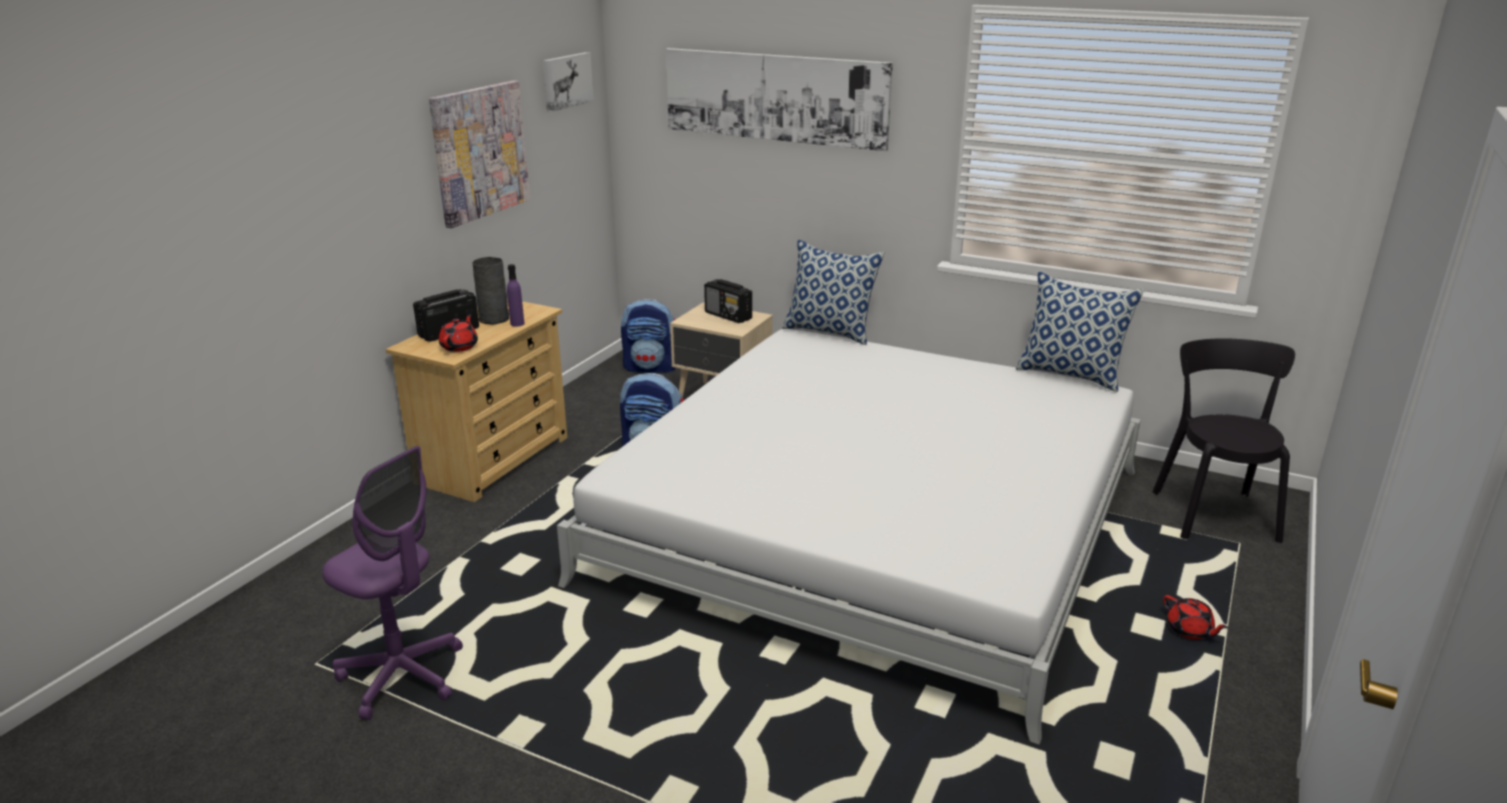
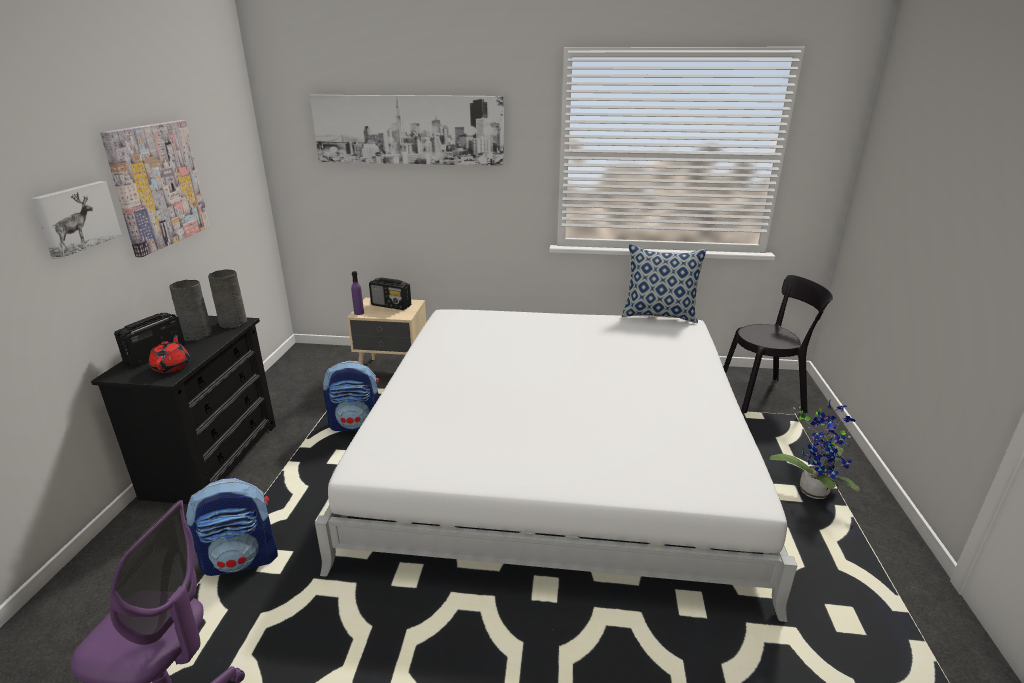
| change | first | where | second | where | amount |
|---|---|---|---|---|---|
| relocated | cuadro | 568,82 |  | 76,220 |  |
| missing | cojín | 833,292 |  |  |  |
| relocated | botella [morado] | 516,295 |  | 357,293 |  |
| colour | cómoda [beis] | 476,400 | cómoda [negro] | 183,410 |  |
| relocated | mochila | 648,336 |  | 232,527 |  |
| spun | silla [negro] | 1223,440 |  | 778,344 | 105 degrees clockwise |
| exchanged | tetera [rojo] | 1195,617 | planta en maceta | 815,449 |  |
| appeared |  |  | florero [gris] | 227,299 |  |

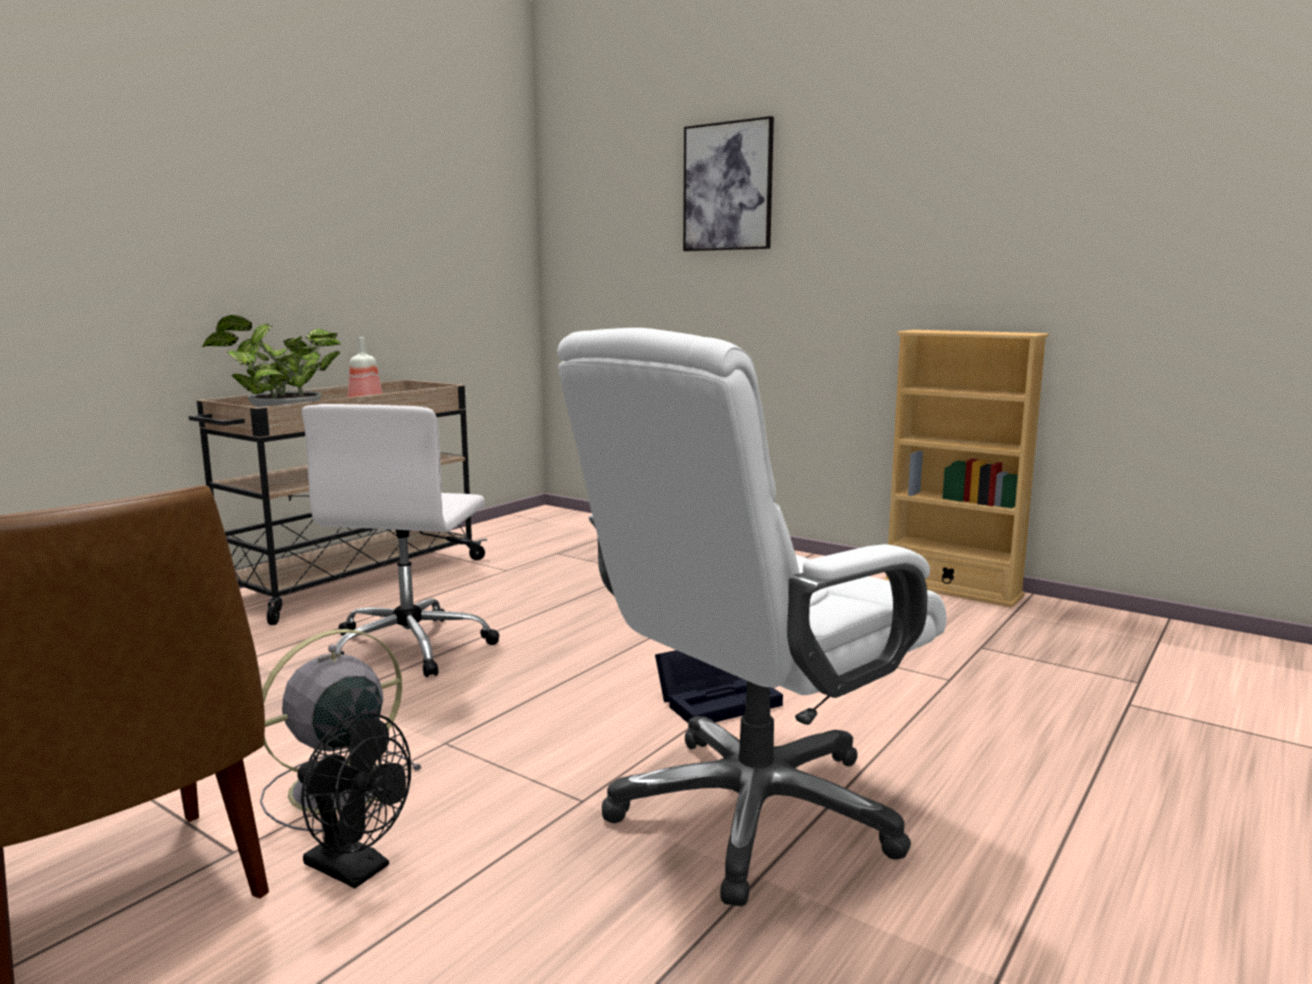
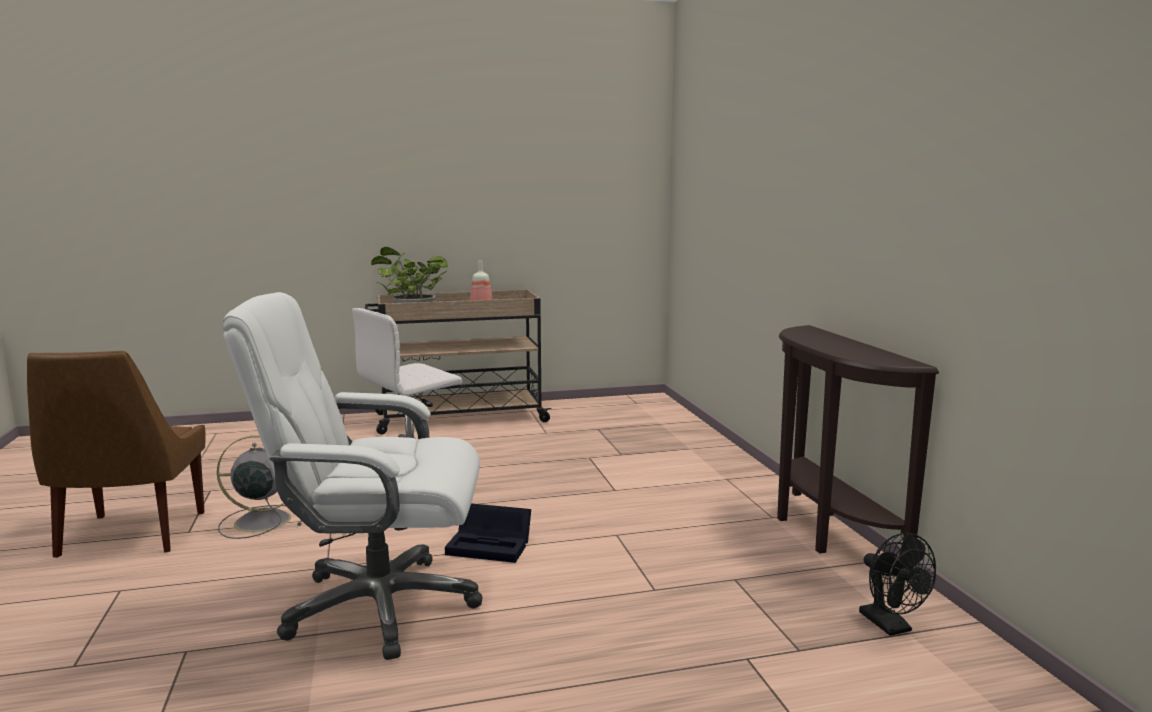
| change | first | where | second | where | amount |
|---|---|---|---|---|---|
| missing | cuadro | 728,183 |  |  |  |
| exchanged | estantería [beis] | 966,469 | mesa consola [marrón] | 858,446 |  |
| relocated | ventilador [negro] | 354,800 |  | 897,584 |  |

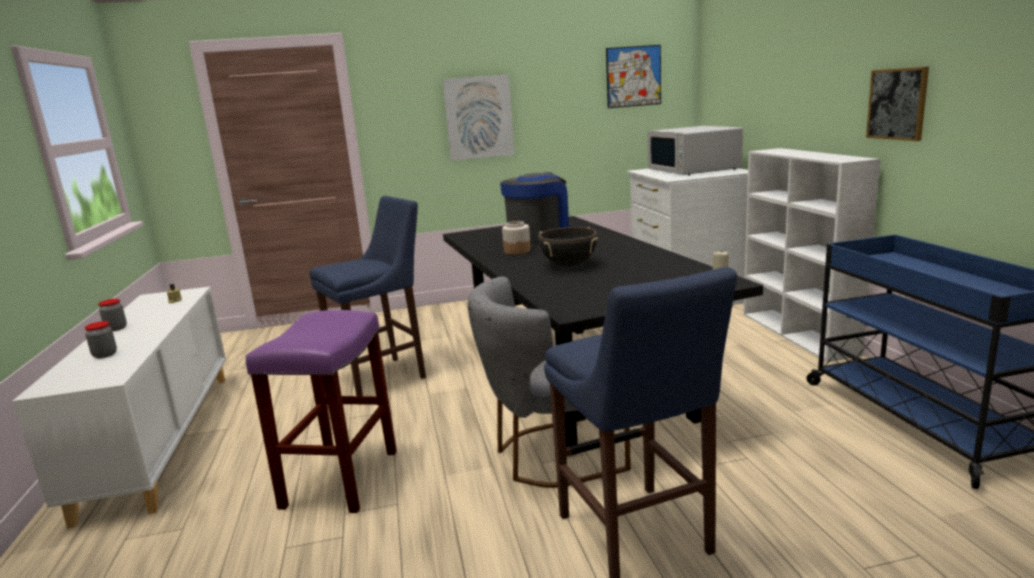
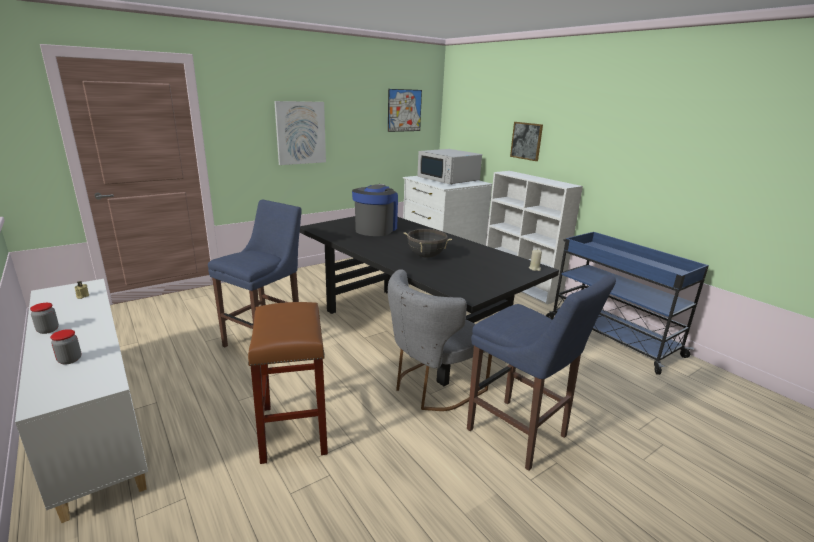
| change | first | where | second | where | amount |
|---|---|---|---|---|---|
| relocated | cuadro | 897,104 |  | 526,141 |  |
| missing | tarro | 516,238 |  |  |  |
| colour | taburete [morado] | 321,411 | taburete [marrón] | 288,383 |  |

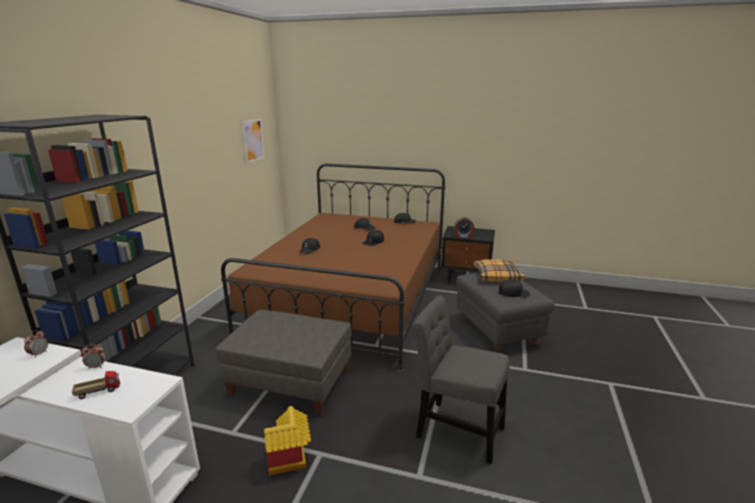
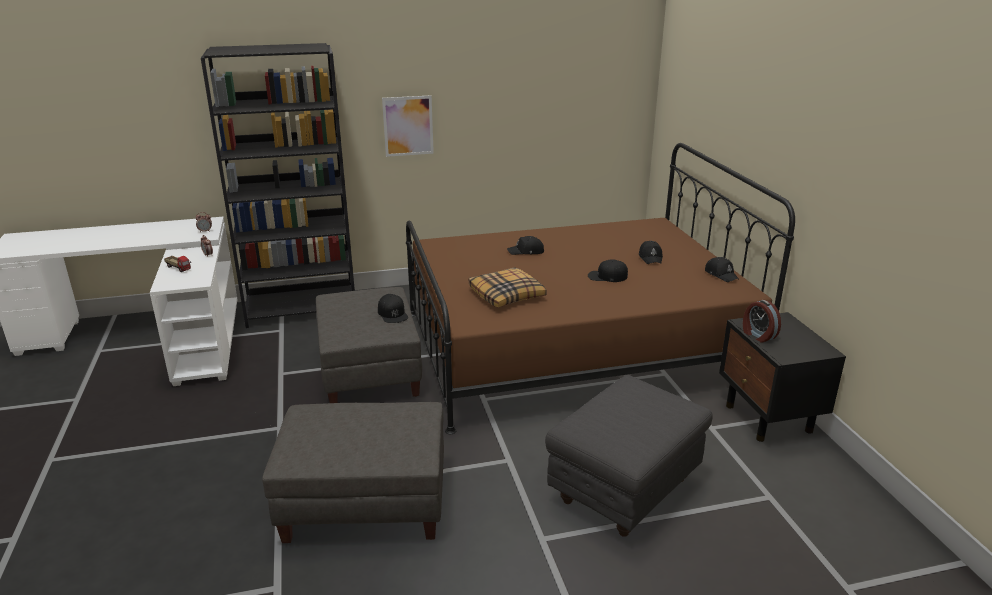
| change | first | where | second | where | amount |
|---|---|---|---|---|---|
| relocated | cuadro | 253,141 |  | 408,126 |  |
| relocated | cojín | 499,270 |  | 508,287 |  |
| relocated | gorra [negro] | 514,288 |  | 393,308 |  |
| exchanged | silla [gris] | 461,379 | puf [gris] | 353,472 |  |
| missing | casita | 287,440 |  |  |  |

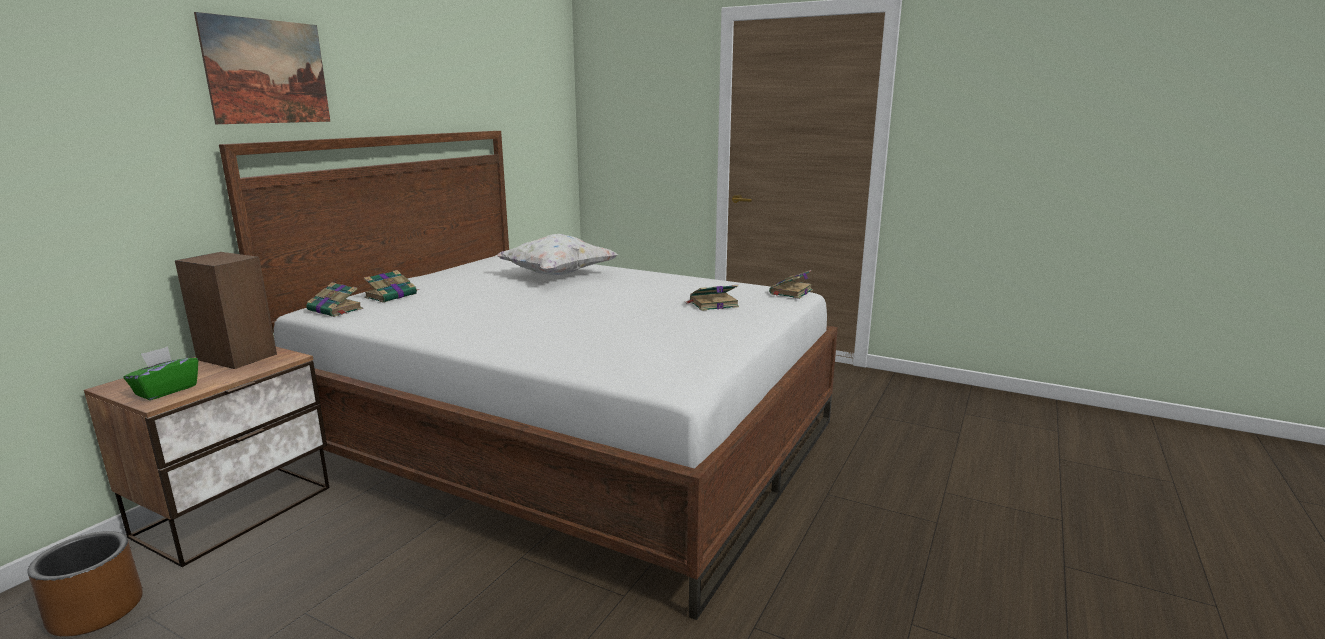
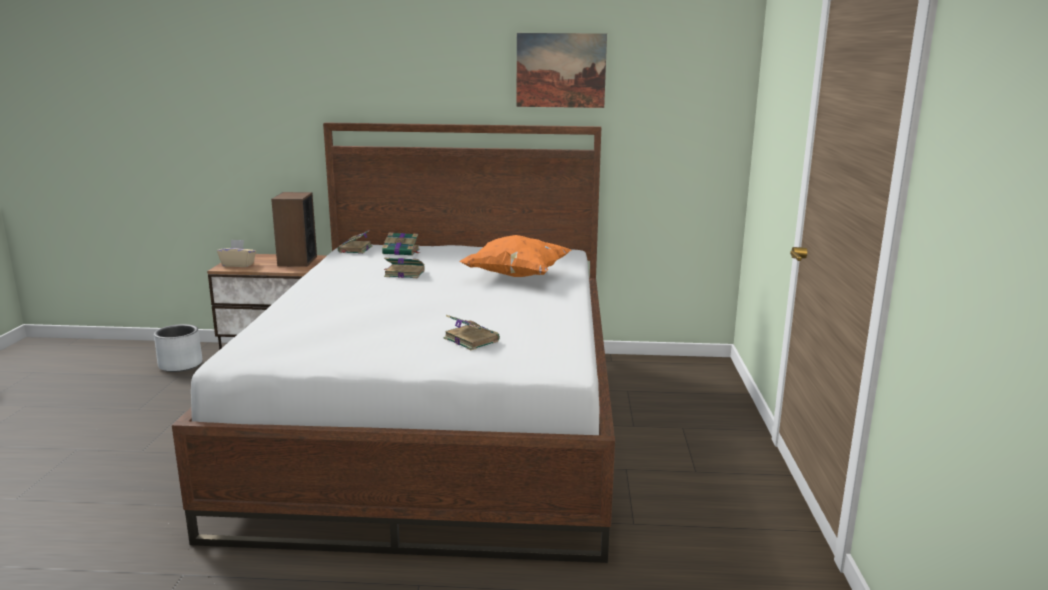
| change | first | where | second | where | amount |
|---|---|---|---|---|---|
| relocated | cuadro | 262,68 |  | 561,70 |  |
| colour | cojín [blanco] | 557,254 | cojín [naranja] | 515,256 |  |
| relocated | libro | 791,284 |  | 404,268 |  |
| colour | caja de pañuelos [verde] | 160,373 | caja de pañuelos [beis] | 236,253 |  |
| colour | maceta [marrón] | 85,583 | maceta [gris] | 178,348 |  |

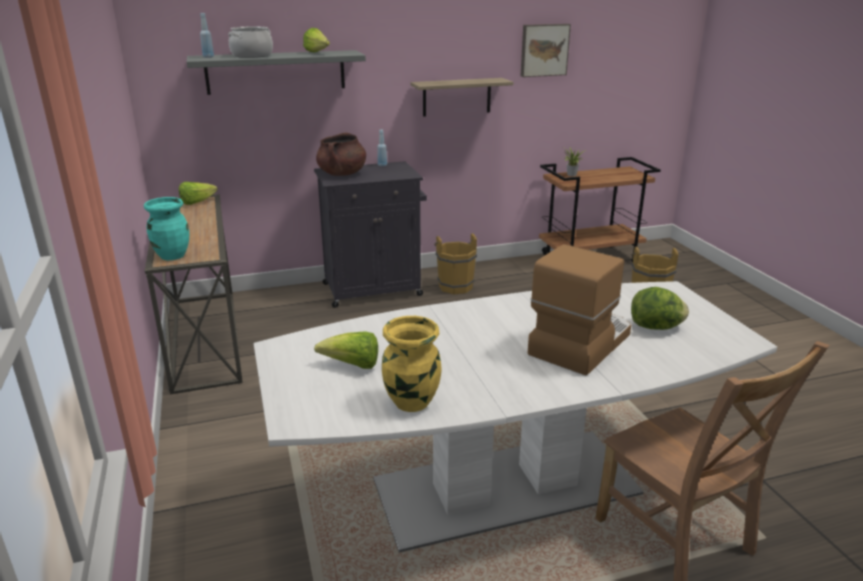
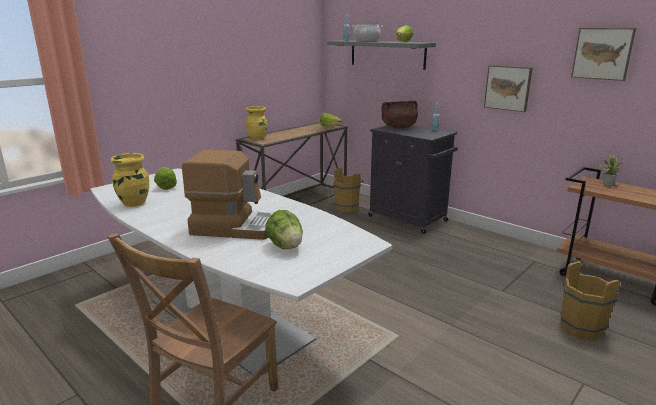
| change | first | where | second | where | amount |
|---|---|---|---|---|---|
| exchanged | estante | 462,97 | cuadro | 508,88 |  |
| colour | florero [turquesa] | 166,228 | florero [amarillo] | 256,123 |  |
| relocated | cubo [marrón] | 455,263 |  | 348,190 |  |

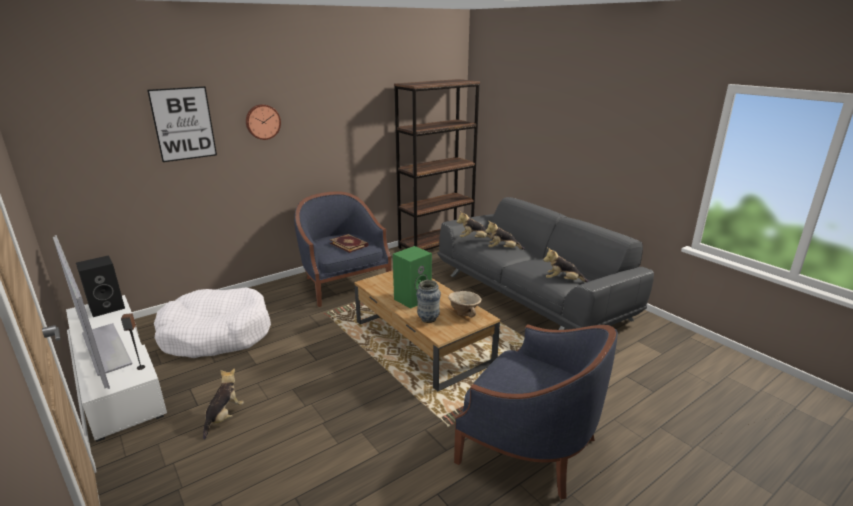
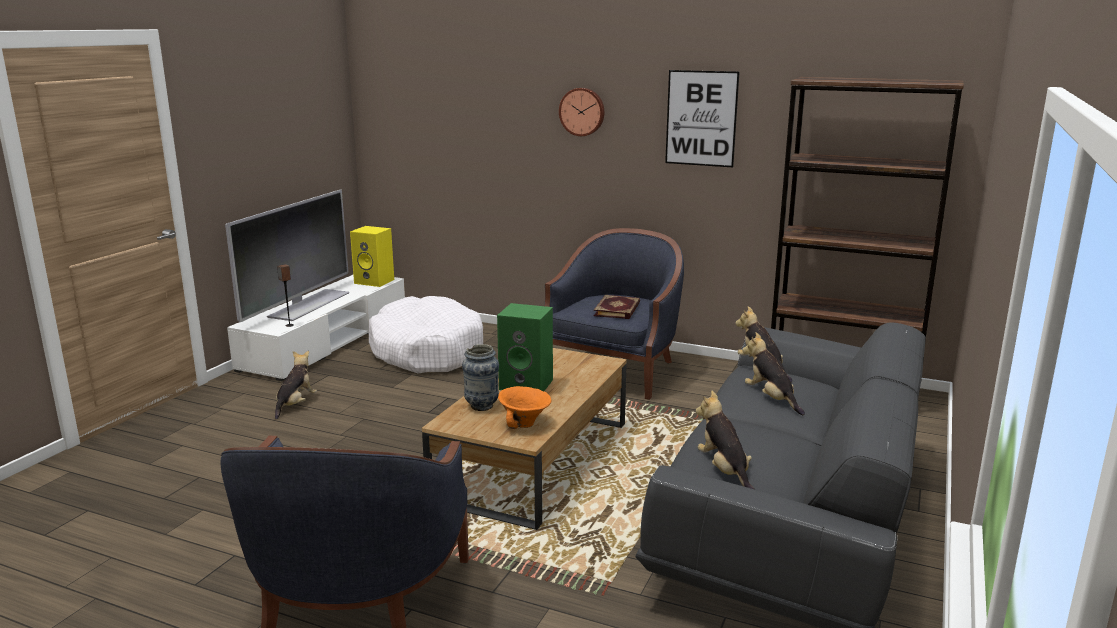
| change | first | where | second | where | amount |
|---|---|---|---|---|---|
| relocated | cuadro | 182,124 |  | 702,118 |  |
| colour | altavoz [negro] | 100,286 | altavoz [amarillo] | 372,256 |  |
| colour | cuenco [beis] | 465,304 | cuenco [naranja] | 525,407 |  |
| spun | peluche | 223,404 |  | 296,385 | 60 degrees counterclockwise |

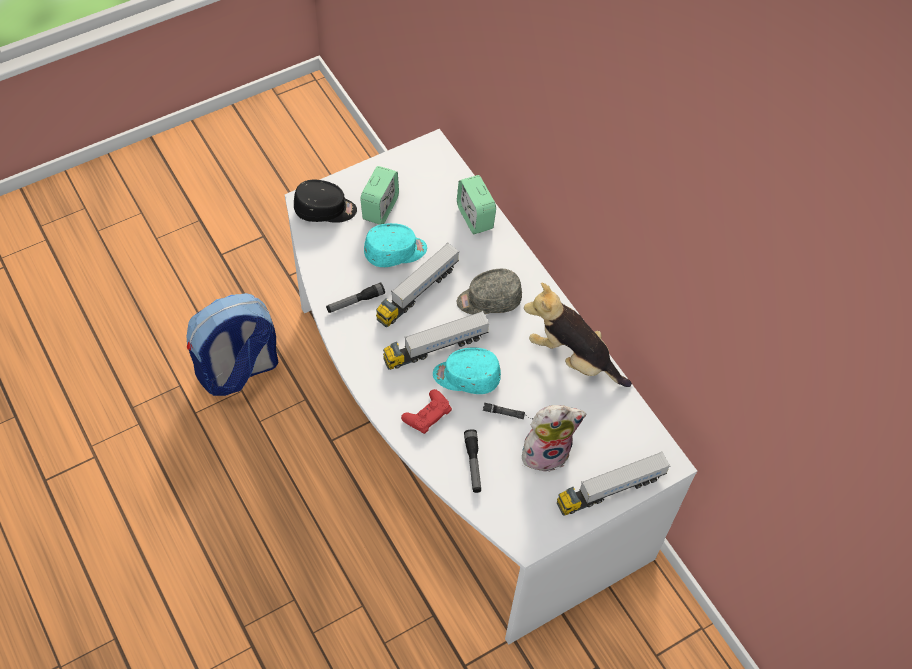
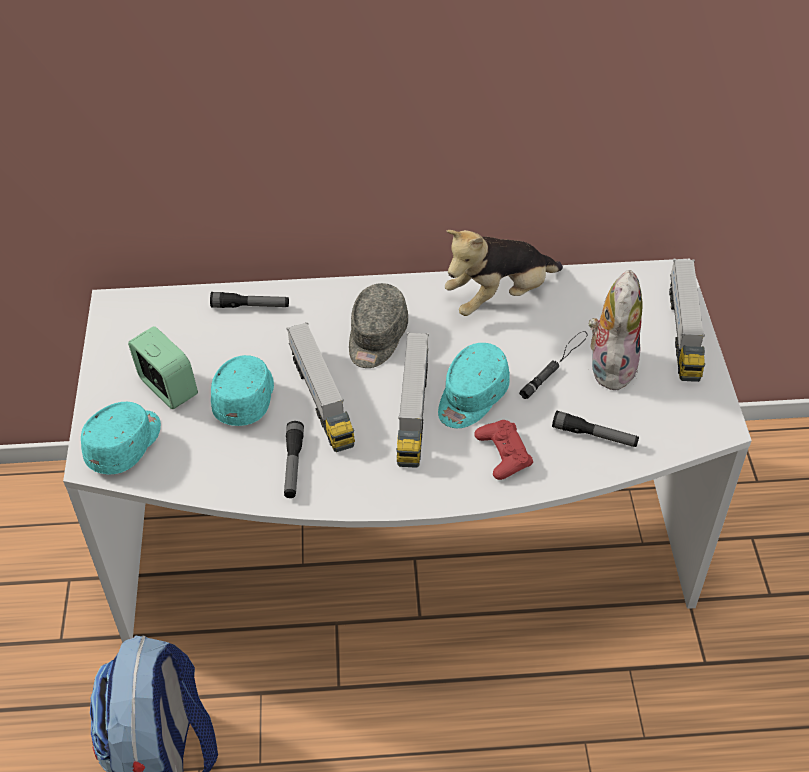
| change | first | where | second | where | amount |
|---|---|---|---|---|---|
| exchanged | despertador | 476,204 | linterna | 249,300 |  |
| colour | gorra [negro] | 325,201 | gorra [turquesa] | 121,438 |  |

